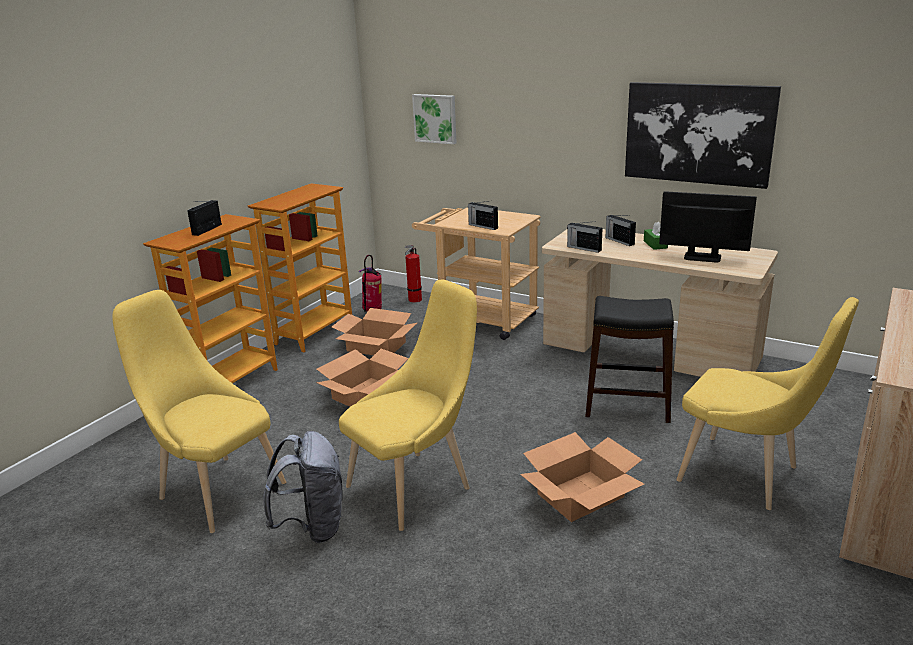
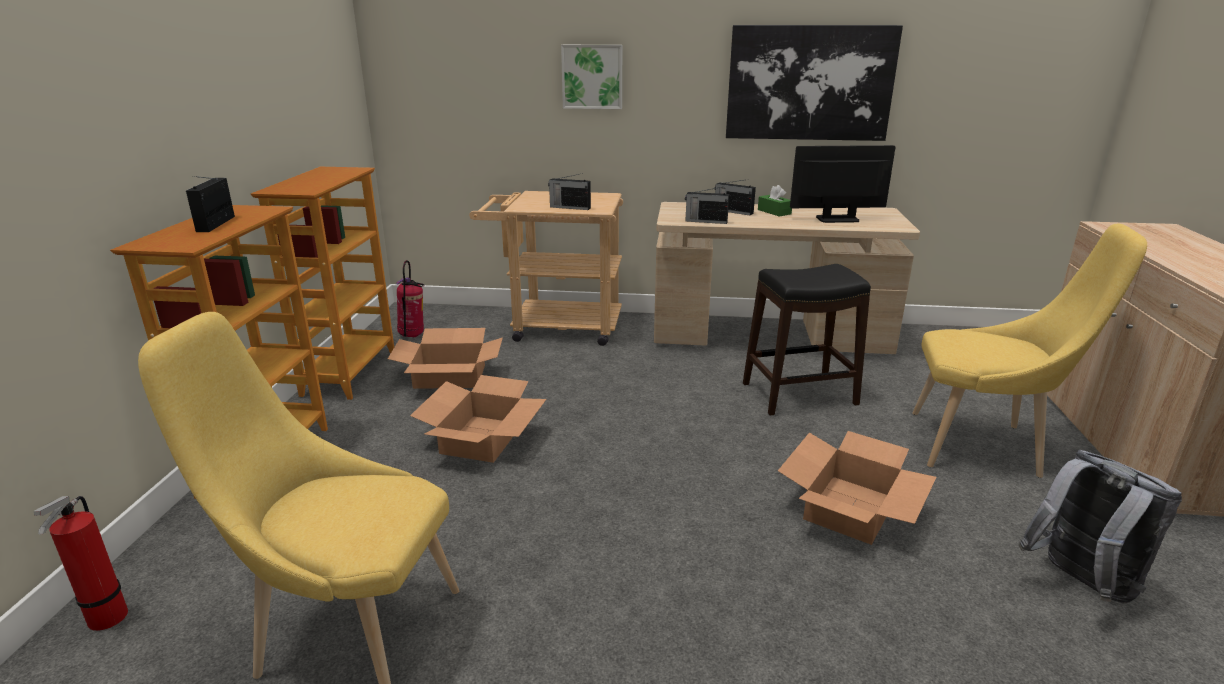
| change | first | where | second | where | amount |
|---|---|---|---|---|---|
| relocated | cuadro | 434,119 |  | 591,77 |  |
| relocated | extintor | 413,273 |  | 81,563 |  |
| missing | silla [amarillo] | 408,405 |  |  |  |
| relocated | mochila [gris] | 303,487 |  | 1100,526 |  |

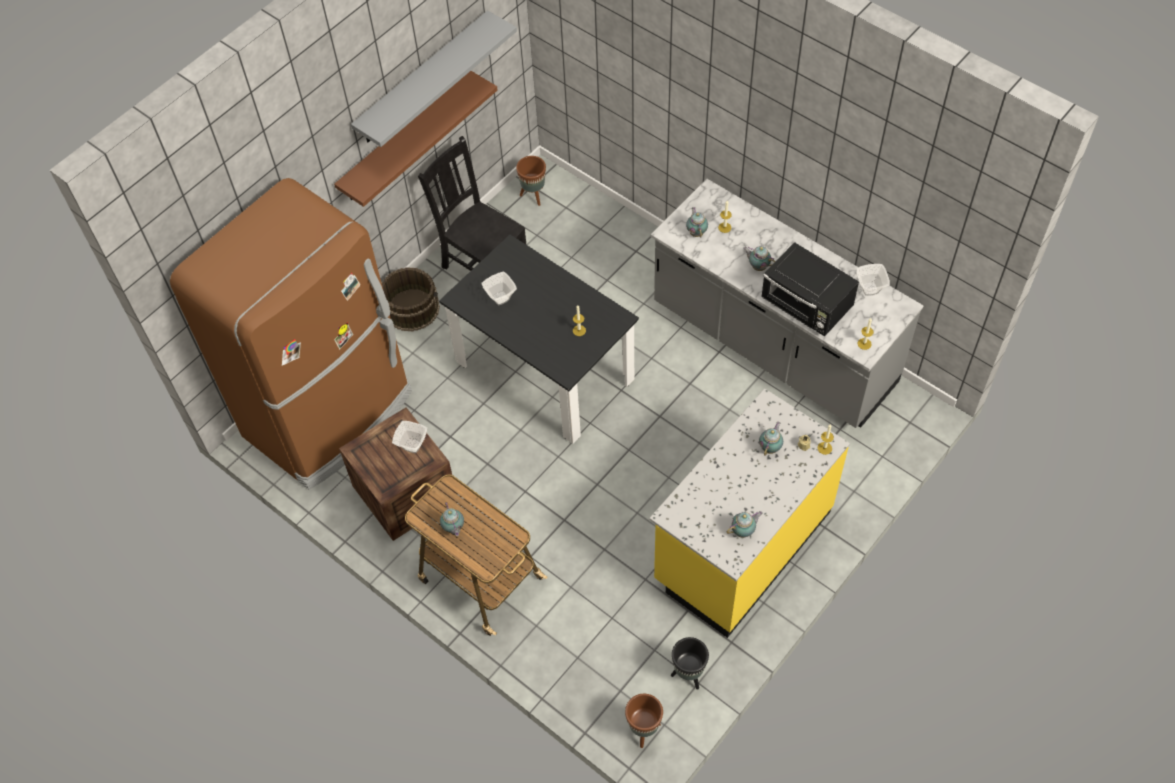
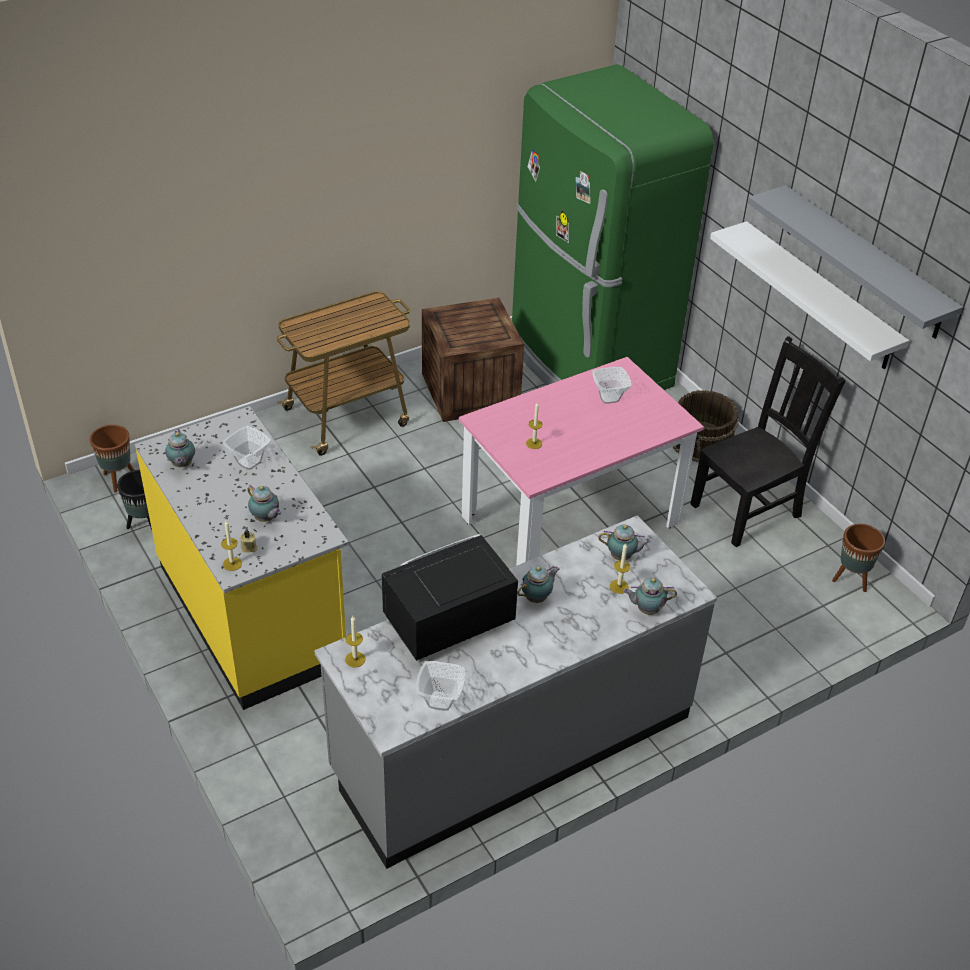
| change | first | where | second | where | amount |
|---|---|---|---|---|---|
| colour | estante [marrón] | 415,139 | estante [blanco] | 809,295 |  |
| colour | nevera [marrón] | 291,333 | nevera [verde] | 612,227 |  |
| colour | mesa de comedor [negro] | 539,339 | mesa de comedor [rosa] | 581,461 |  |
| relocated | cuenco | 409,437 |  | 246,448 |  |
| relocated | tetera | 452,519 |  | 650,596 |  |

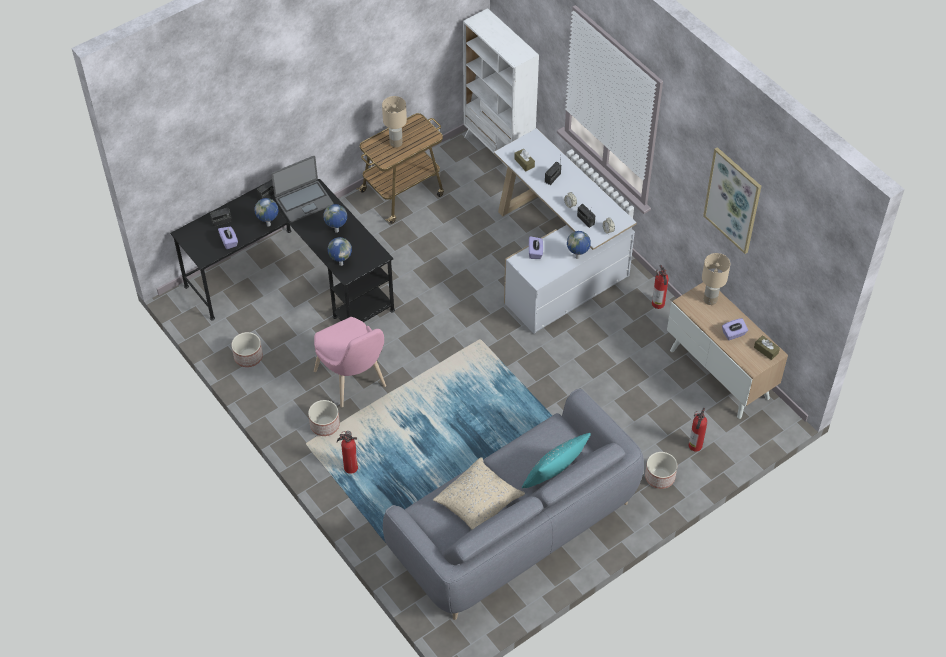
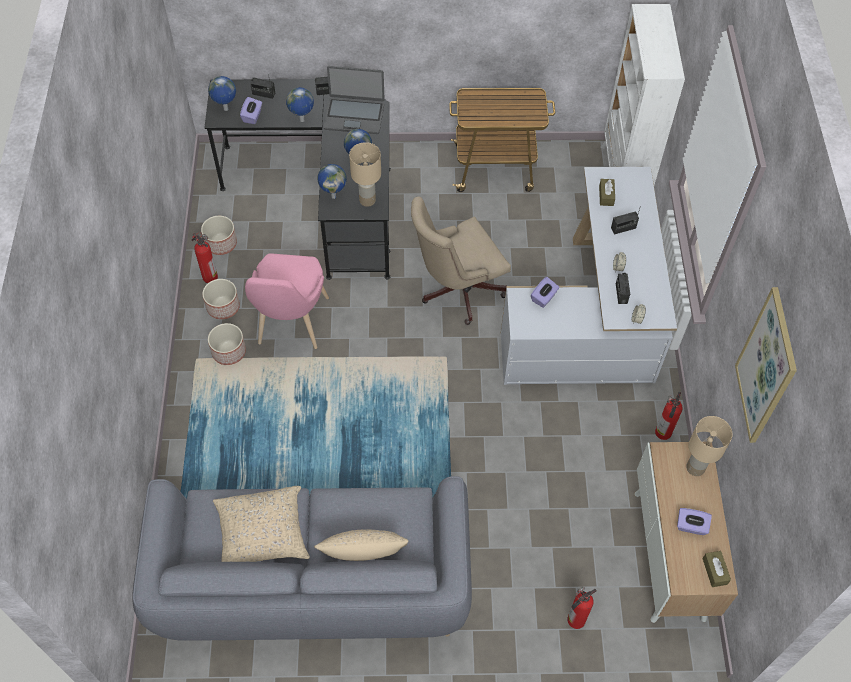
| change | first | where | second | where | amount |
|---|---|---|---|---|---|
| relocated | lámpara de mesa [beis] | 394,122 |  | 365,174 |  |
| relocated | globo terráqueo | 579,245 |  | 222,93 |  |
| relocated | extintor | 347,452 |  | 205,258 |  |
| colour | cojín [turquesa] | 556,460 | cojín [beis] | 361,545 |  |
| relocated | maceta | 661,470 |  | 221,299 |  |
| appeared |  |  | silla de oficina [beis] | 461,260 |  |

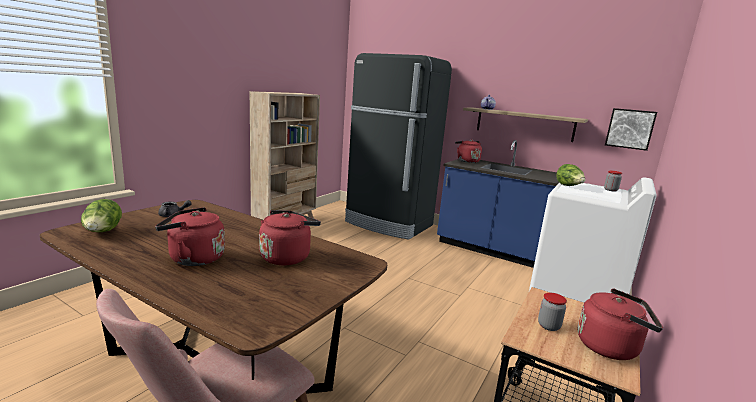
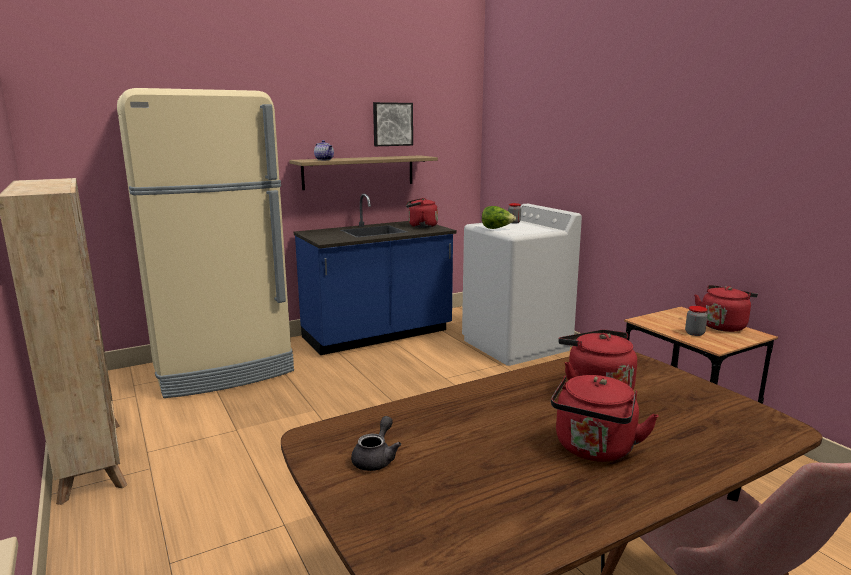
| change | first | where | second | where | amount |
|---|---|---|---|---|---|
| colour | nevera [negro] | 398,146 | nevera [beis] | 205,243 |  |
| relocated | cuadro | 631,129 |  | 393,124 |  |
| relocated | hervidor [rojo] | 468,151 |  | 422,213 |  |
| missing | lechuga | 101,215 |  |  |  |

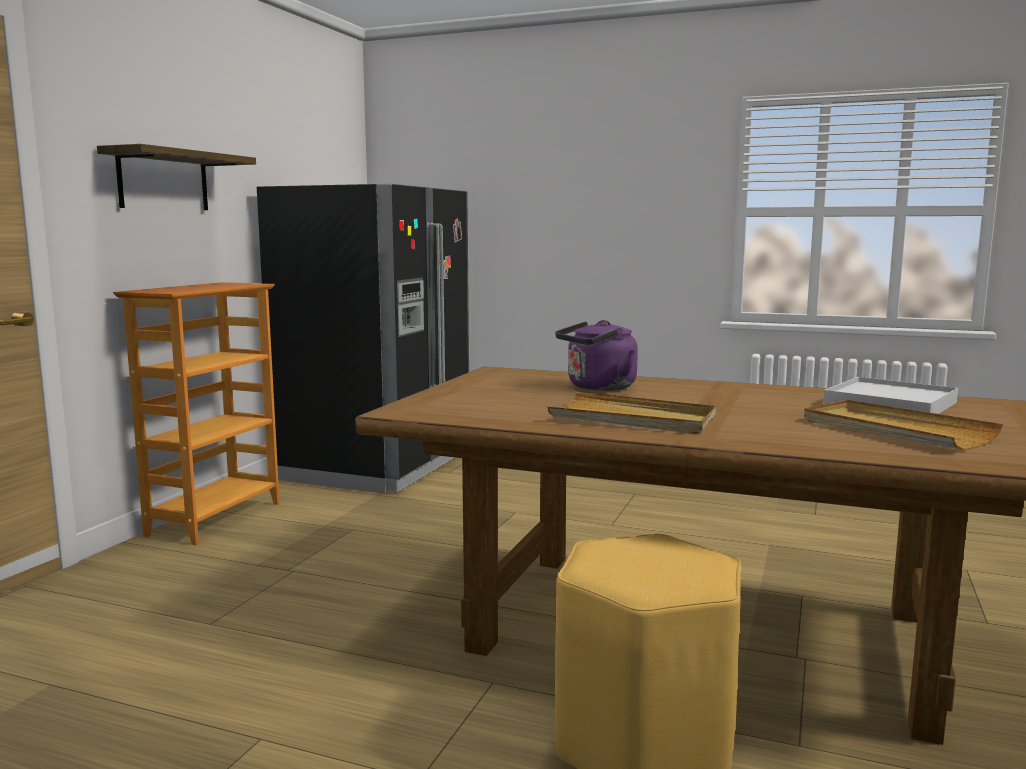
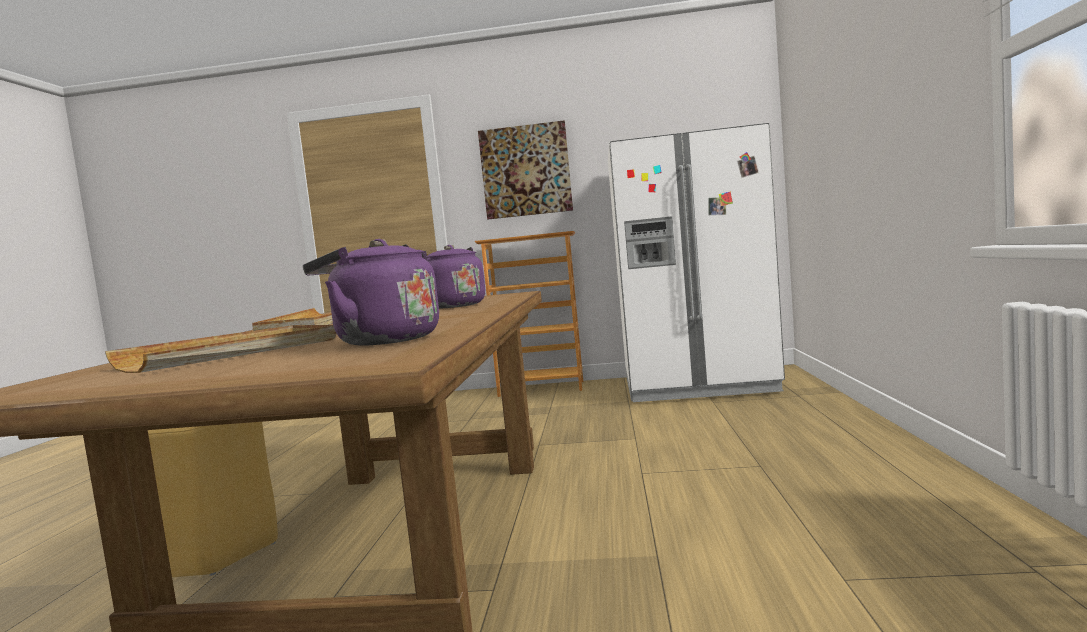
| change | first | where | second | where | amount |
|---|---|---|---|---|---|
| exchanged | estante | 176,177 | cuadro | 525,169 |  |
| colour | nevera [negro] | 363,338 | nevera [blanco] | 696,262 |  |
| exchanged | bandeja [blanco] | 890,395 | hervidor [morado] | 371,292 |  |

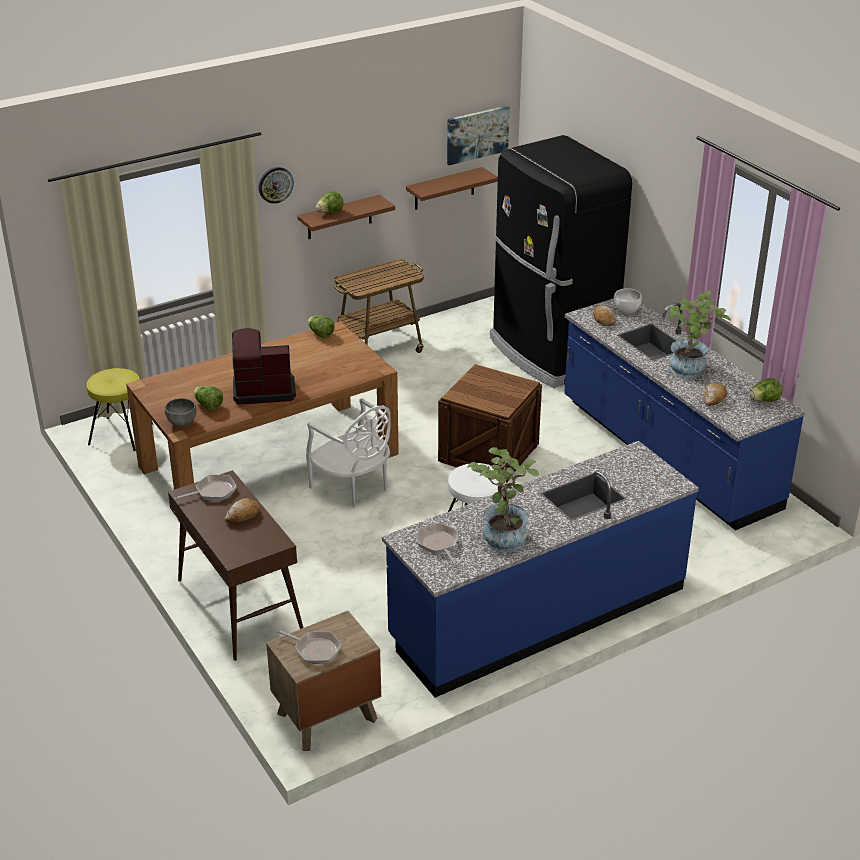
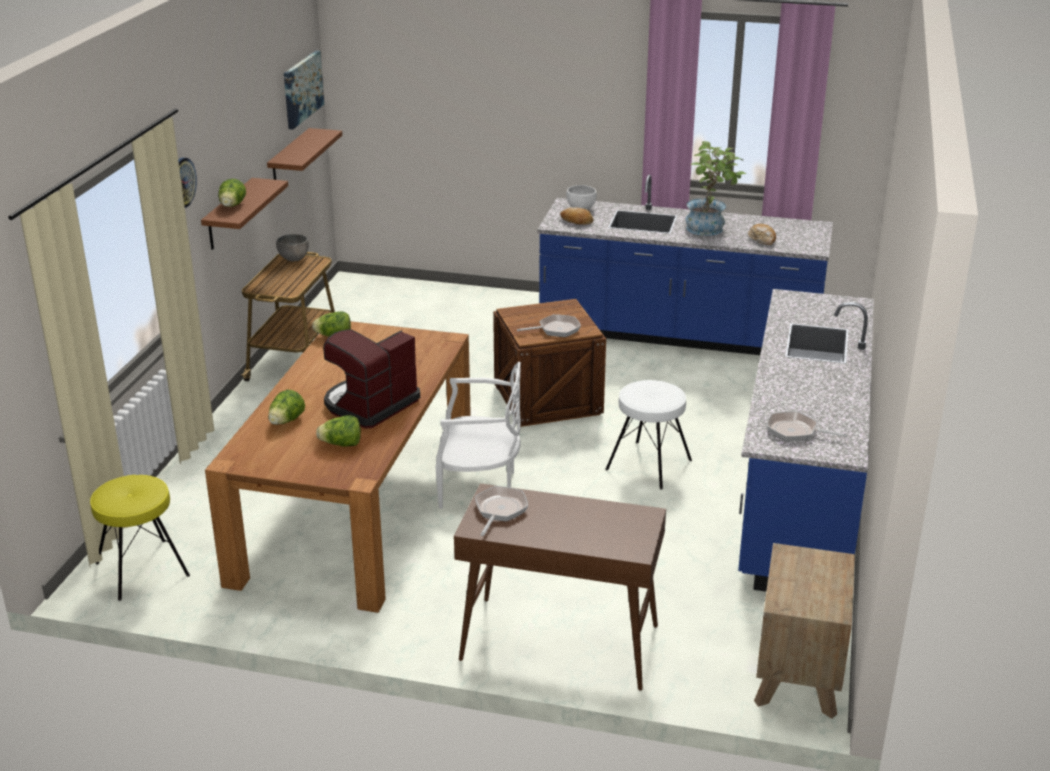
| change | first | where | second | where | amount |
|---|---|---|---|---|---|
| missing | nevera [negro] | 561,261 |  |  |  |
| relocated | lechuga | 765,390 |  | 286,407 |  |
| relocated | cuenco [gris] | 181,412 |  | 292,247 |  |
| missing | planta en maceta | 503,500 |  |  |  |
| missing | pan | 242,510 |  |  |  |
| relocated | sartén | 309,647 |  | 549,325 |  |

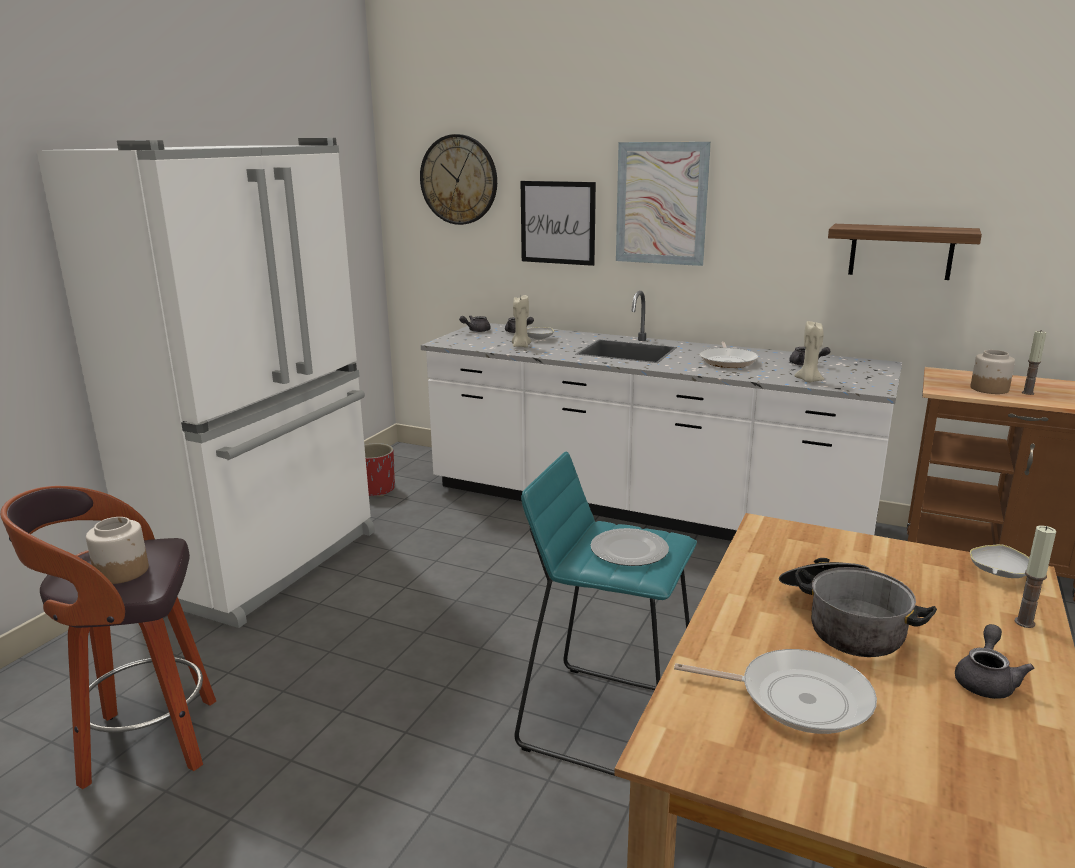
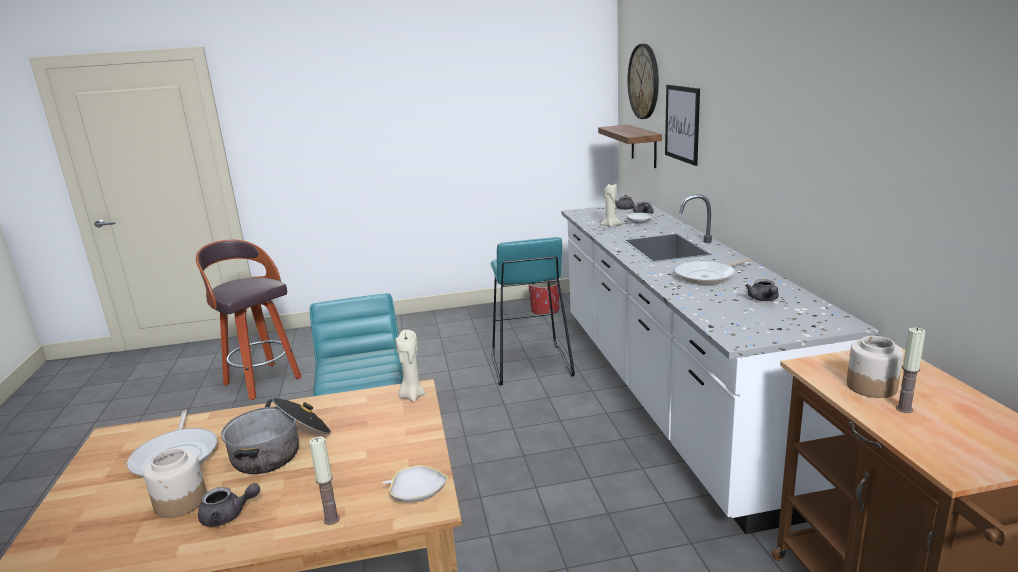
| change | first | where | second | where | amount |
|---|---|---|---|---|---|
| missing | nevera [blanco] | 205,383 |  |  |  |
| missing | cuadro | 663,204 |  |  |  |
| relocated | estante | 905,252 |  | 630,146 |  |
| relocated | vela [beis] | 809,351 |  | 410,366 |  |
| relocated | tarro | 117,550 |  | 175,483 |  |
| missing | plato | 630,547 |  |  |  |
| appeared |  |  | taburete [turquesa] | 532,311 |  |

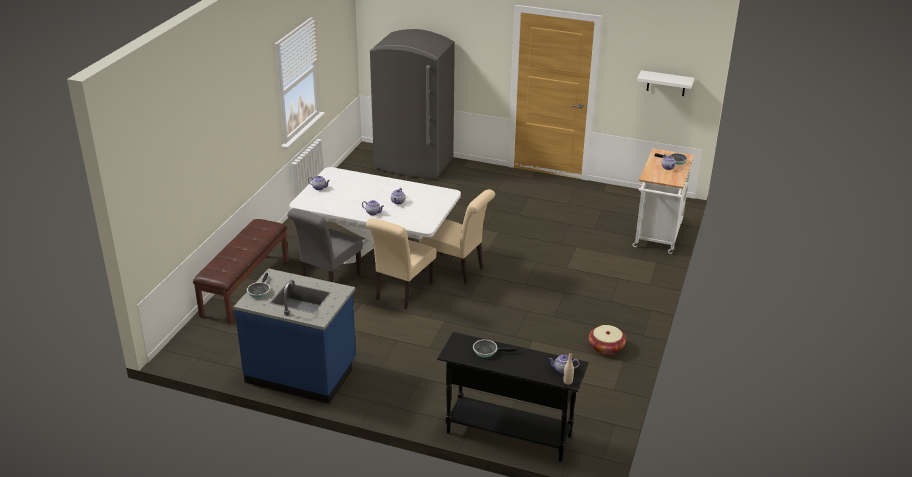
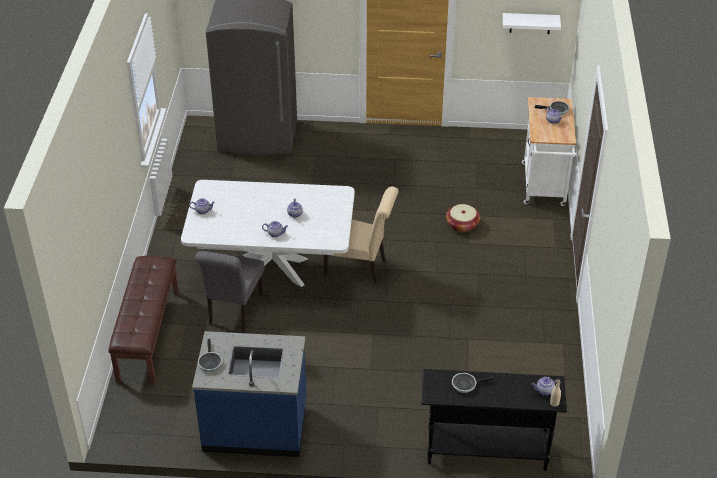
| change | first | where | second | where | amount |
|---|---|---|---|---|---|
| missing | silla [beis] | 401,264 |  |  |  |
| relocated | cesta | 607,340 |  | 463,218 |  |

